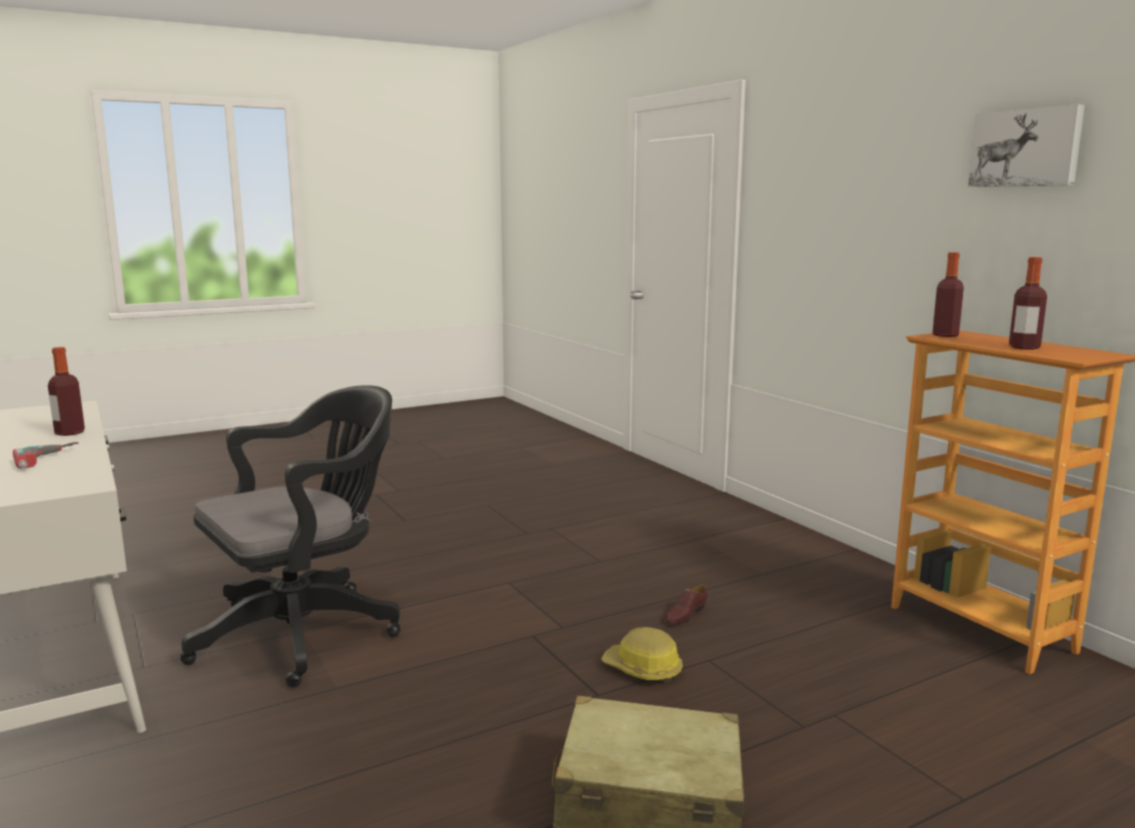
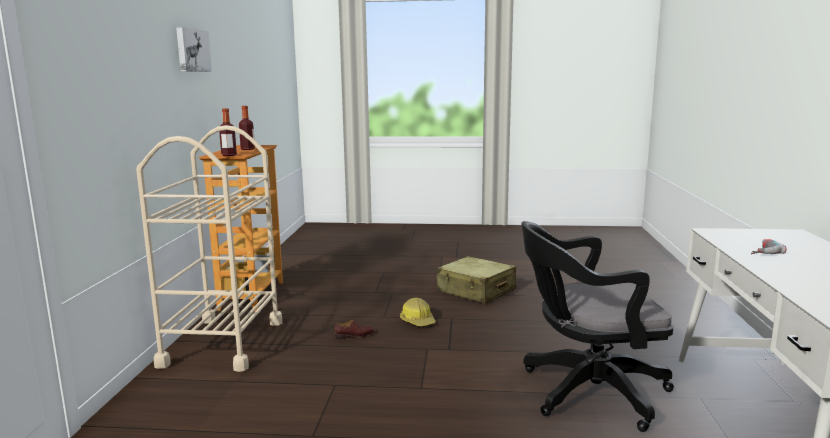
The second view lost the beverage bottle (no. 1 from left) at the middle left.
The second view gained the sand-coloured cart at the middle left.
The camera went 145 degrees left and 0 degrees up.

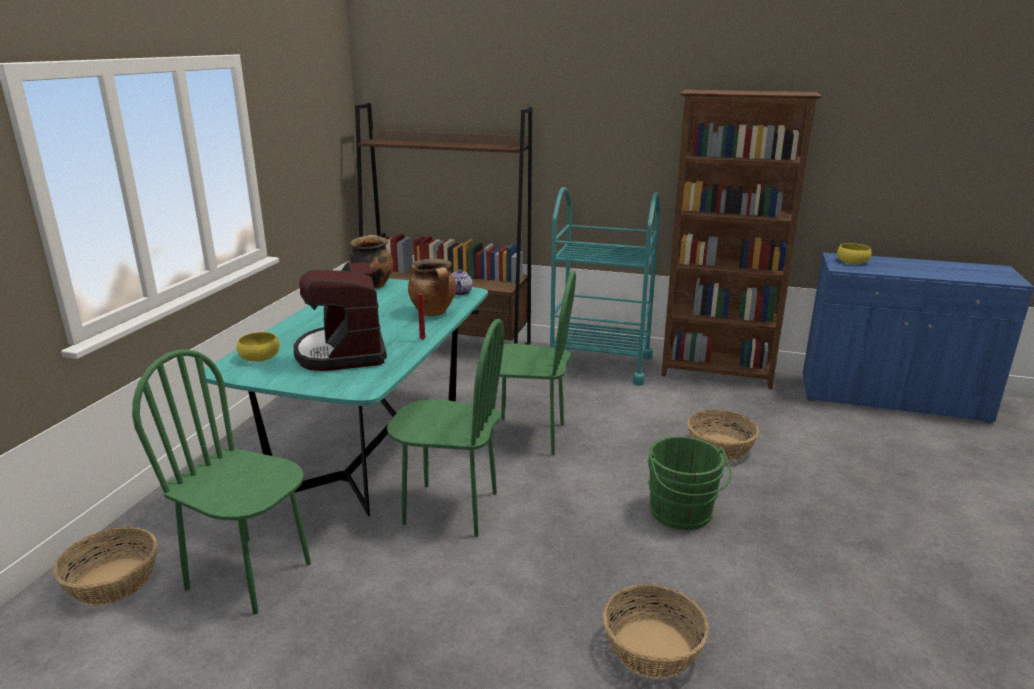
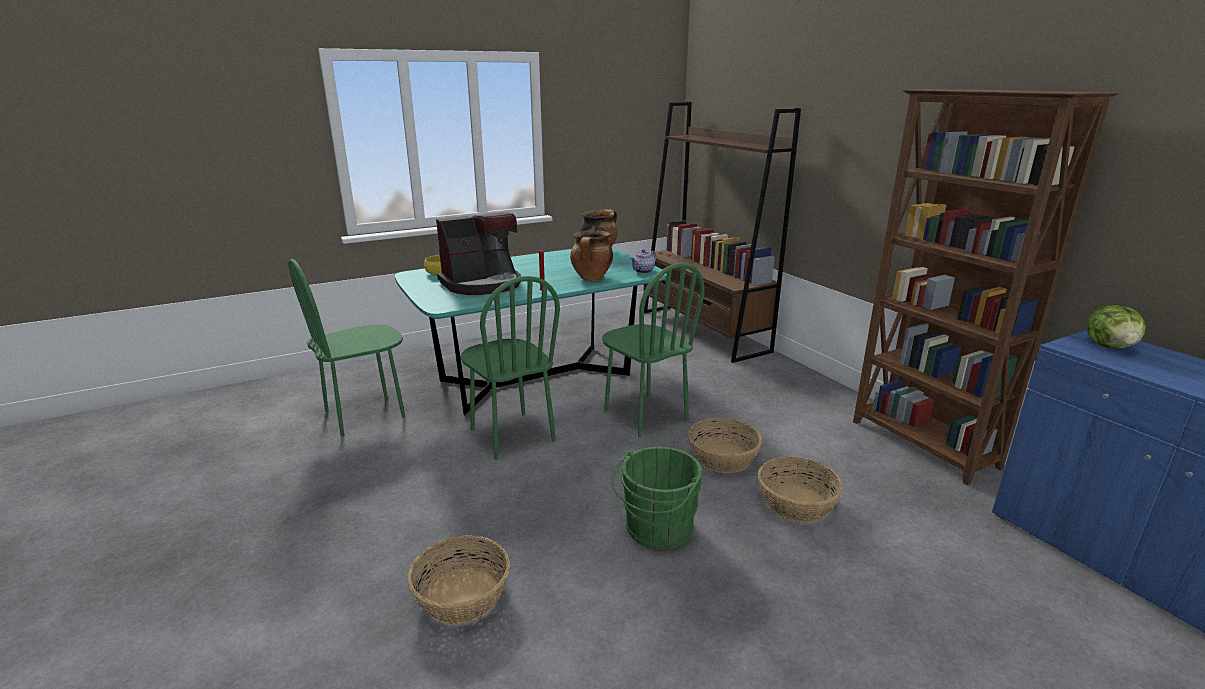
The basket (no. 1 from left in the first image) ended up elsewhere, having gone from the bottom left to the centre.
The green upright chair (no. 1 from left) at the bottom left ended up facing another way, 105 degrees counterclockwise from before.
The coffee maker at the middle left ended up facing another way, 150 degrees counterclockwise from before.
The second view lost the blue-green cart at the centre.
Where the yellow bowl (no. 2 from left) stood at the middle right, the lettuce came to stand at the middle right.
The camera went 45 degrees right and 0 degrees up.

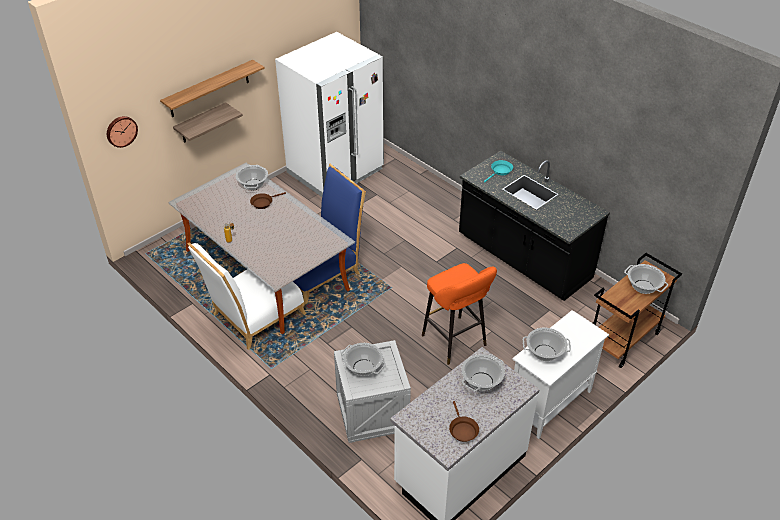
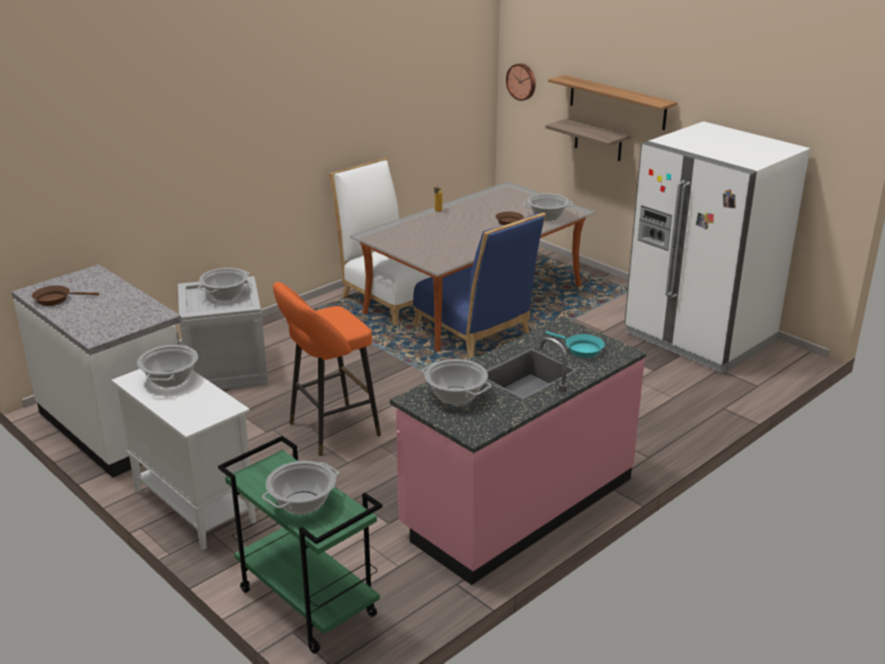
What was the black kitchen counter at the middle right turned into the pinkish kitchen counter at the bottom centre.
The saucepot (no. 3 from left in the first image) ended up elsewhere, having gone from the bottom centre to the centre.
What was the brown-coloured cart at the middle right turned into the green cart at the bottom centre.
The camera went 90 degrees right and 15 degrees down.

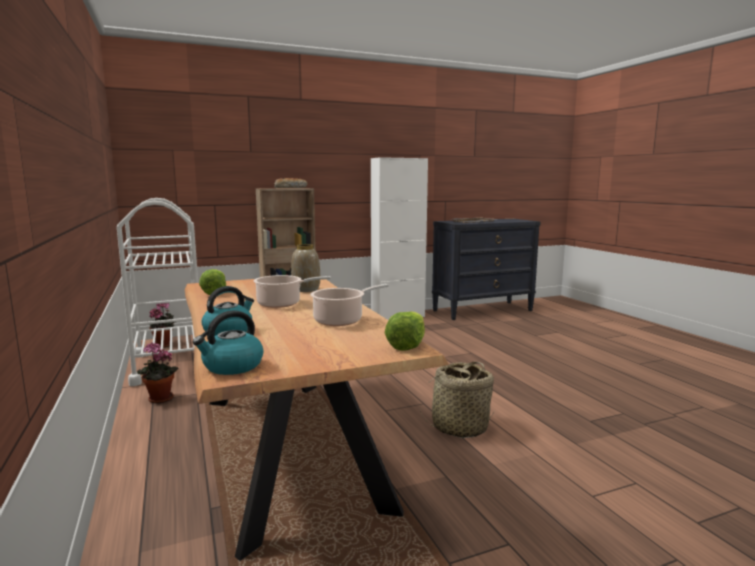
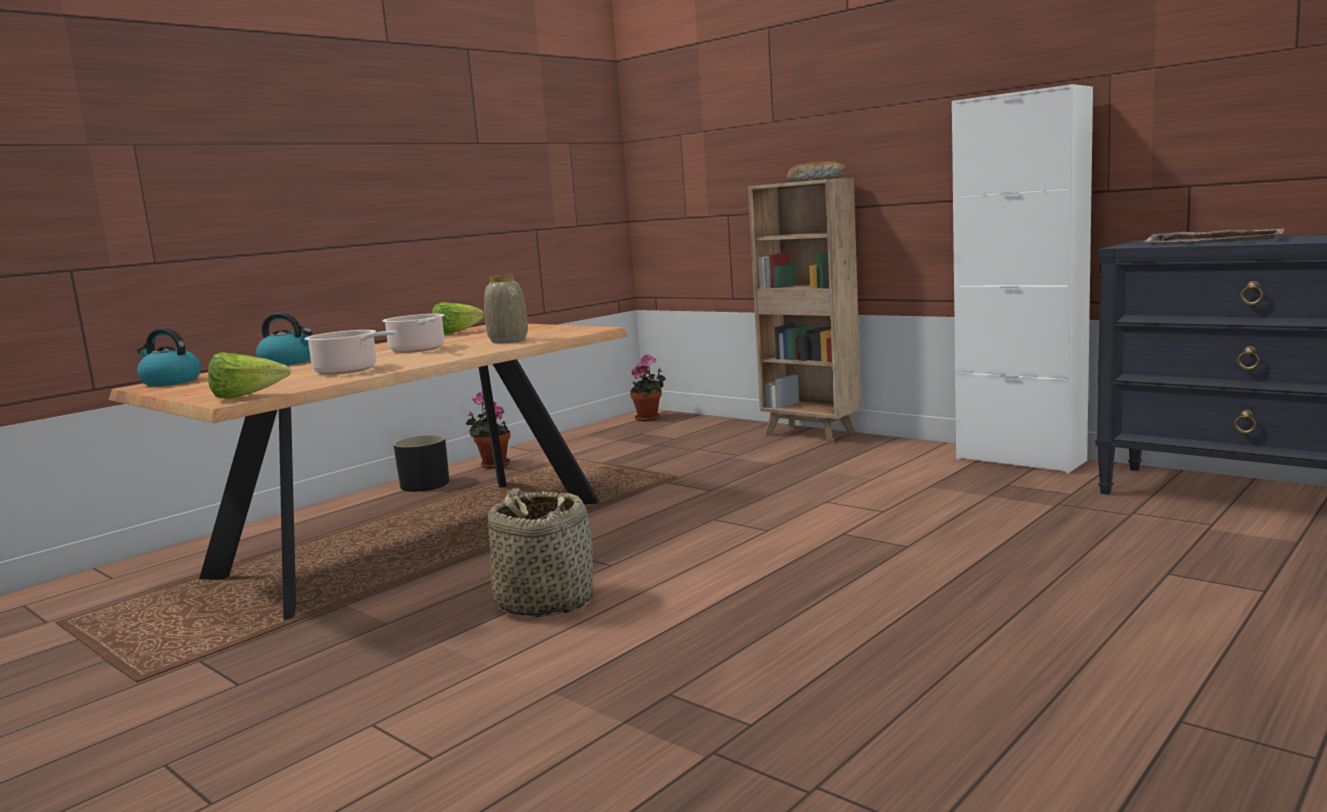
The second view lost the white cart at the middle left.
The second view gained the black planter at the middle left.
The camera went 65 degrees right and 0 degrees up.

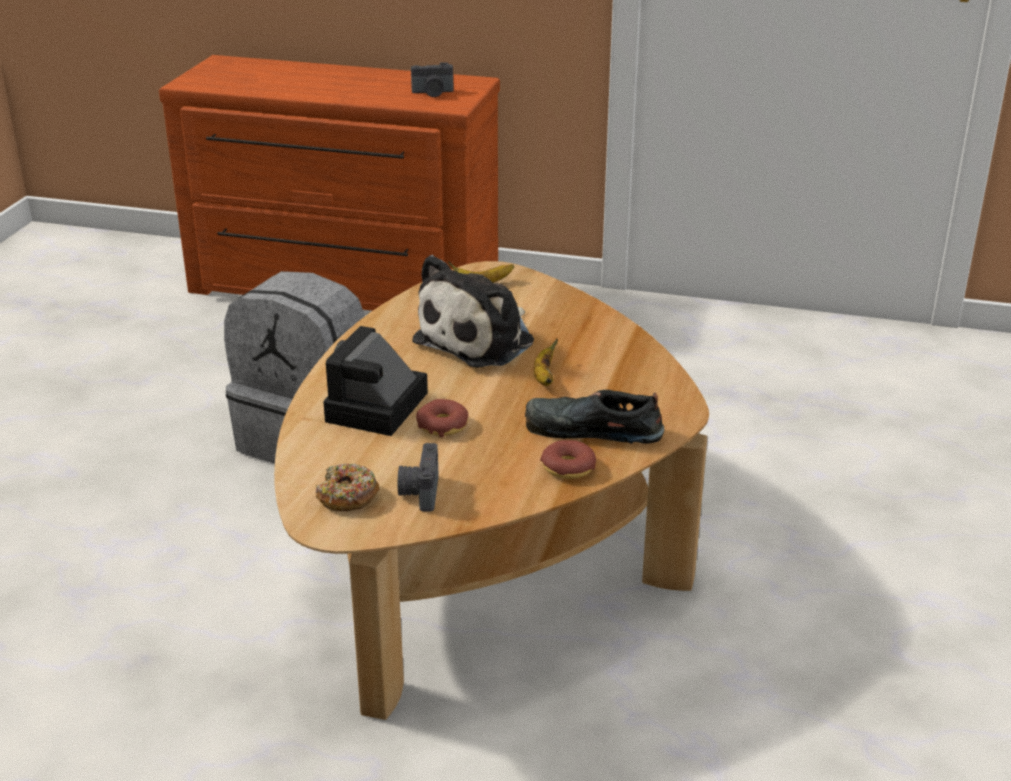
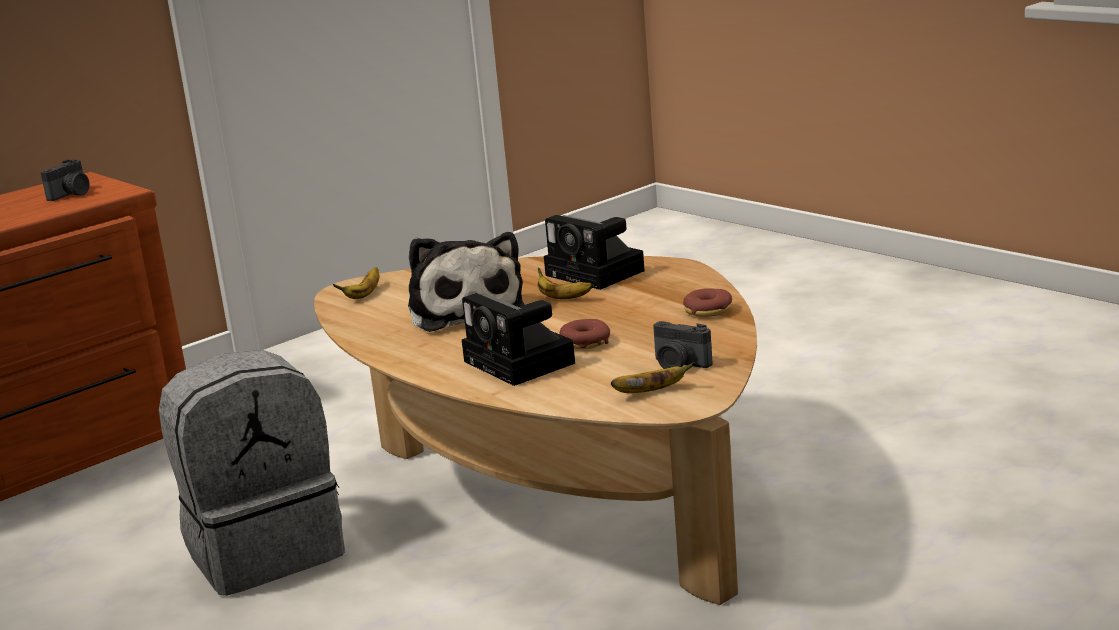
Where the donut (no. 1 from left) stood at the centre, the banana (no. 3 from left) came to stand at the centre.
The second view lost the black shoe at the centre.
The second view gained the photo camera (no. 3 from left) at the centre.
The camera went 55 degrees left and 10 degrees down.

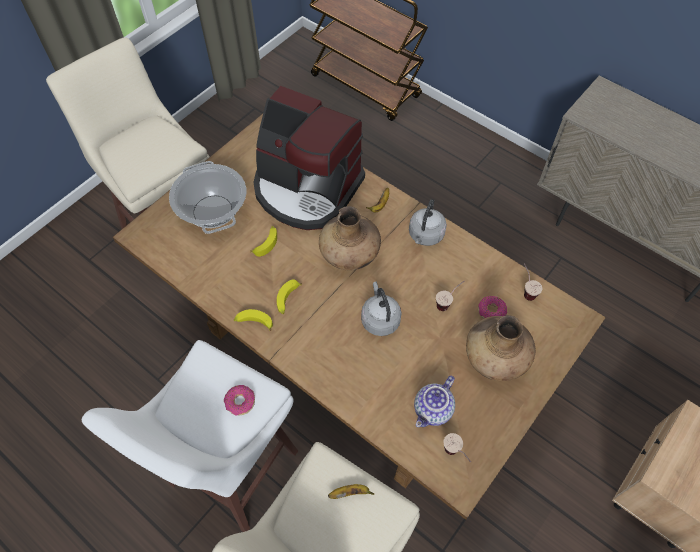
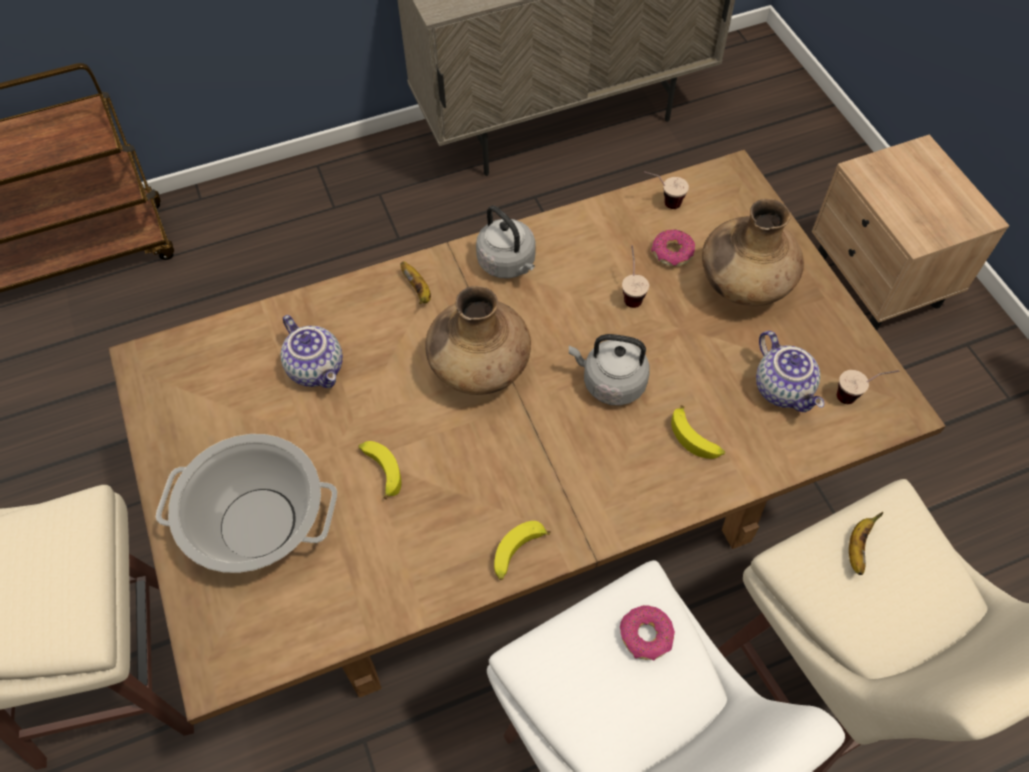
Where the coffee maker stood at the top centre, the tea pot (no. 1 from left) came to stand at the middle left.
The banana (no. 3 from left in the first image) ended up elsewhere, having gone from the centre to the middle right.
The camera went 60 degrees left and 0 degrees up.

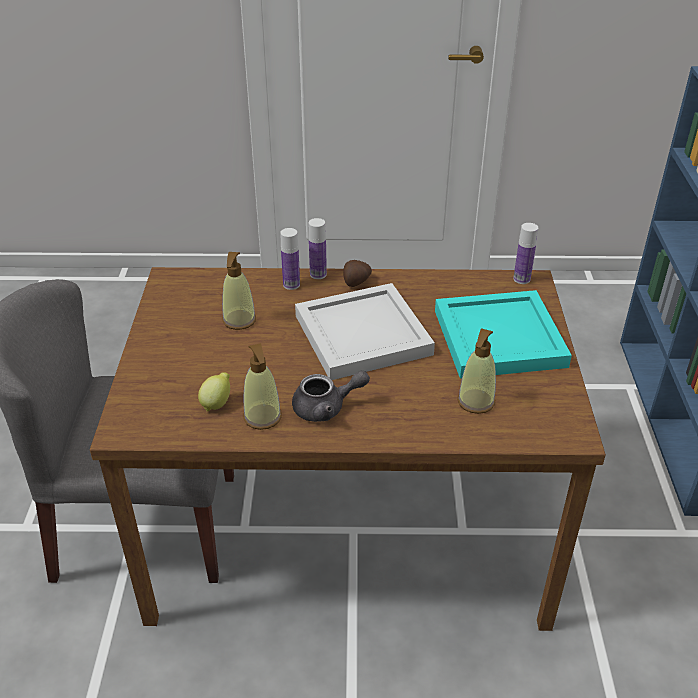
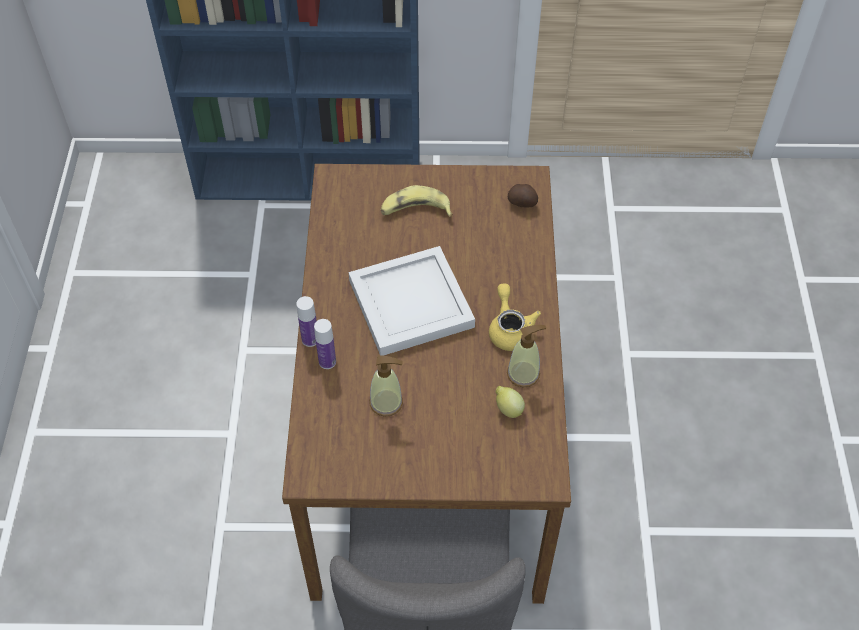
What was the greyish tea pot at the centre turned into the yellow tea pot at the centre.
The potato ended up elsewhere, having gone from the centre to the top centre.
Where the blue-green tray stood at the middle right, the banana came to stand at the top centre.
The second view lost the liquid soap bottle (no. 3 from left) at the middle right.
The second view lost the beverage bottle (no. 3 from left) at the middle right.
The camera went 90 degrees left and 15 degrees up.

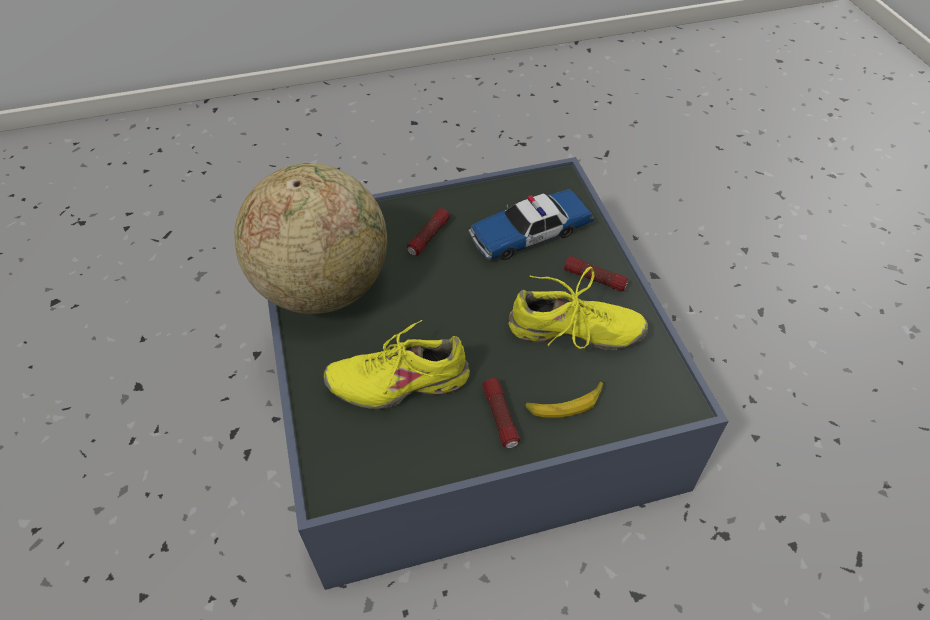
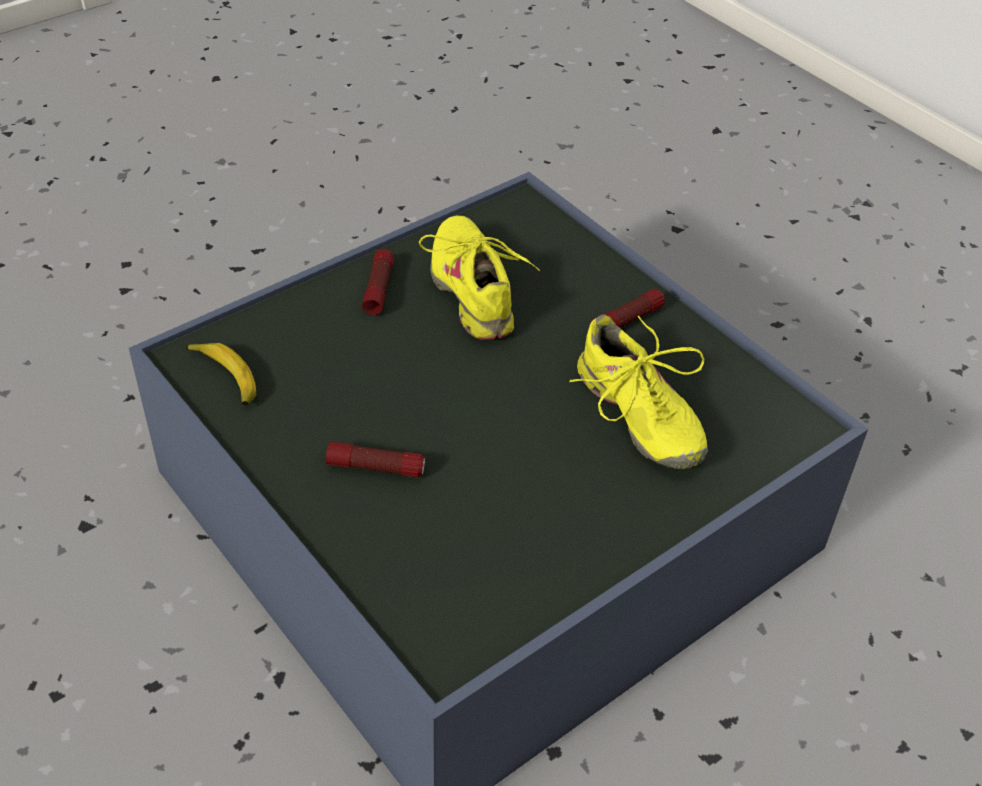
The second view lost the globe at the centre.
The second view lost the toy car at the centre.
The banana ended up elsewhere, having gone from the centre to the middle left.
The camera went 115 degrees left and 5 degrees down.

